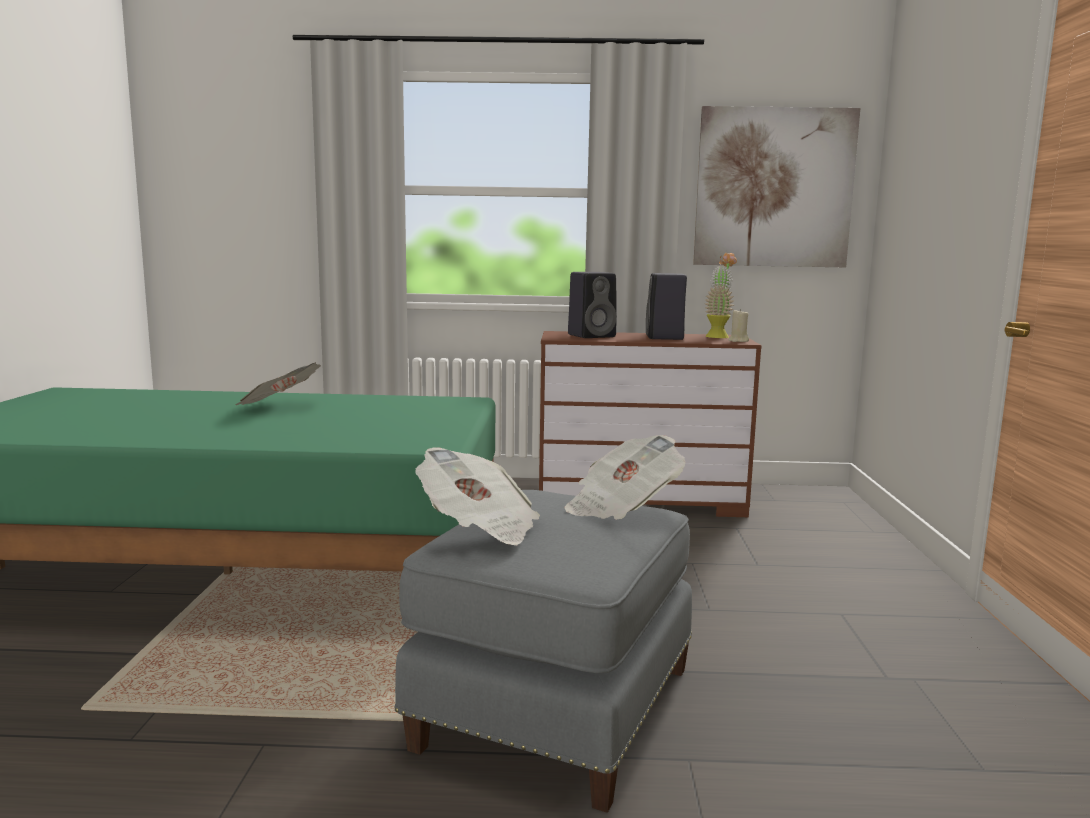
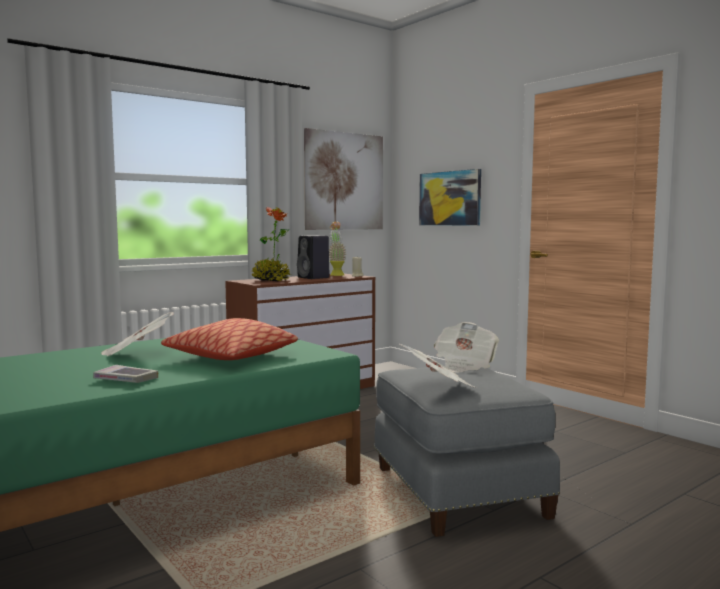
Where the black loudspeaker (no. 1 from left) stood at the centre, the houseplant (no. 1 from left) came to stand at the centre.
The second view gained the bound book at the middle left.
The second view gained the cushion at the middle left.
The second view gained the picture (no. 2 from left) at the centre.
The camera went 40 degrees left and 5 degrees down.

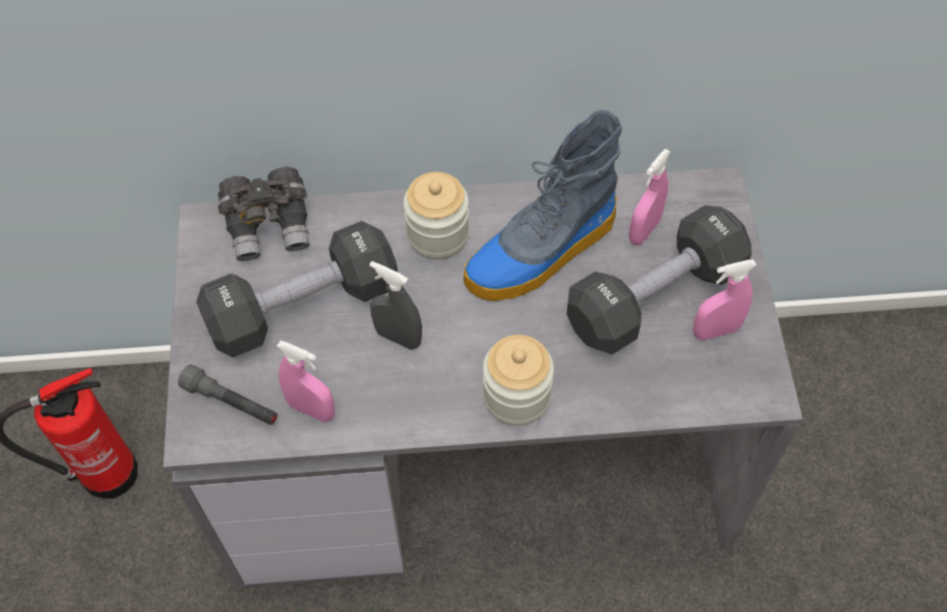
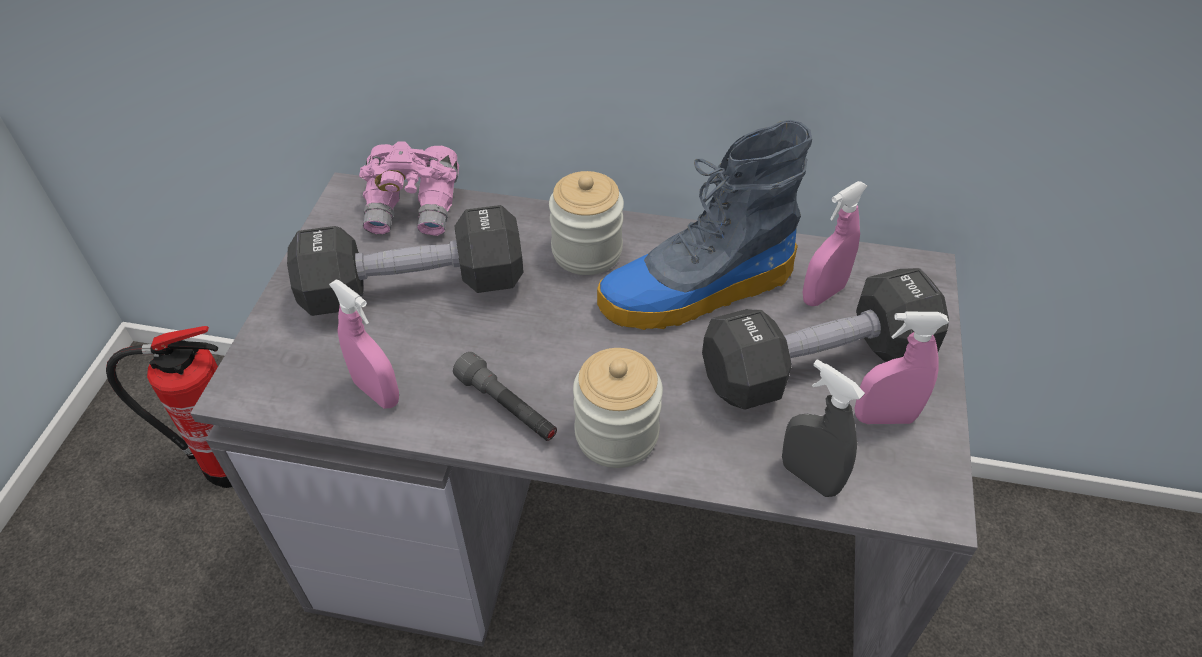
The greyish flashlight ended up elsewhere, having gone from the middle left to the centre.
What was the greyish pair of binoculars at the middle left turned into the pinkish pair of binoculars at the top centre.
The greyish sprayer ended up elsewhere, having gone from the centre to the middle right.
The camera went 15 degrees right and 10 degrees down.

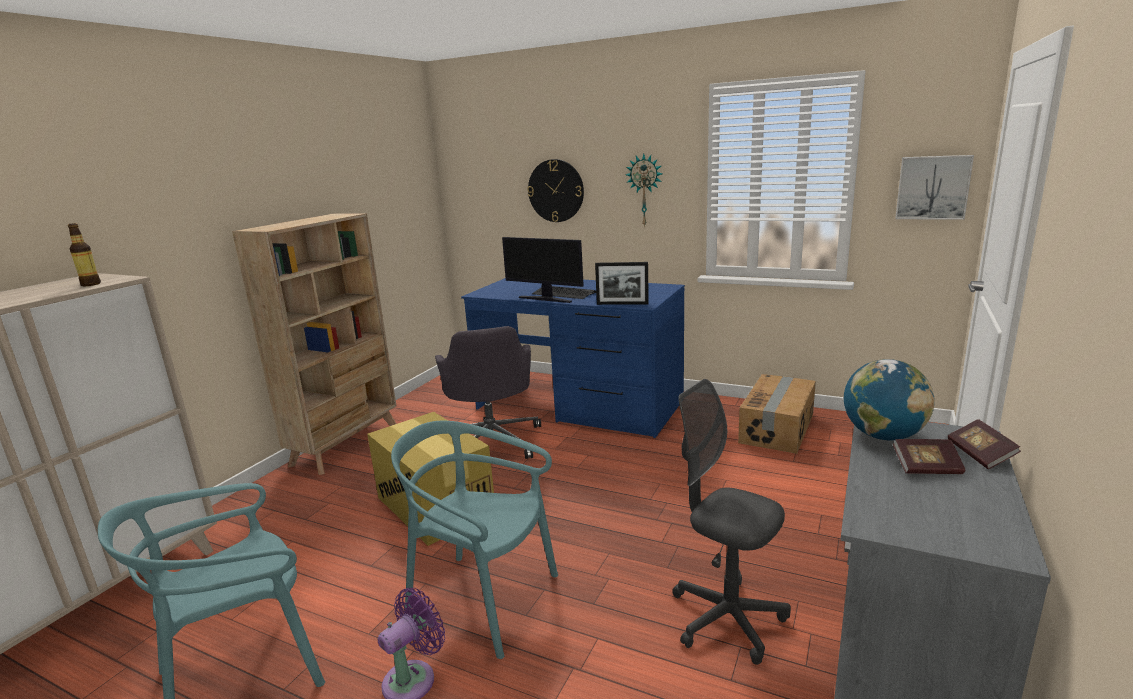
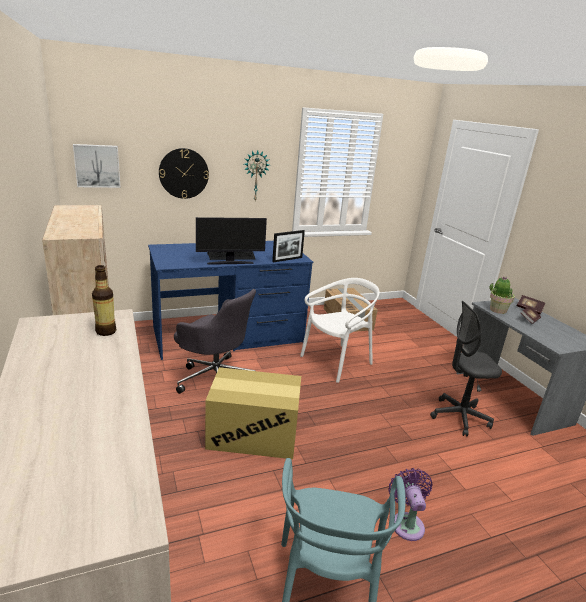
The second view lost the blue-green upright chair (no. 2 from left) at the bottom centre.
Where the globe stood at the middle right, the houseplant came to stand at the middle right.
The picture ended up elsewhere, having gone from the top right to the top left.
The second view gained the white upright chair at the centre.
The camera went 50 degrees left and 5 degrees up.

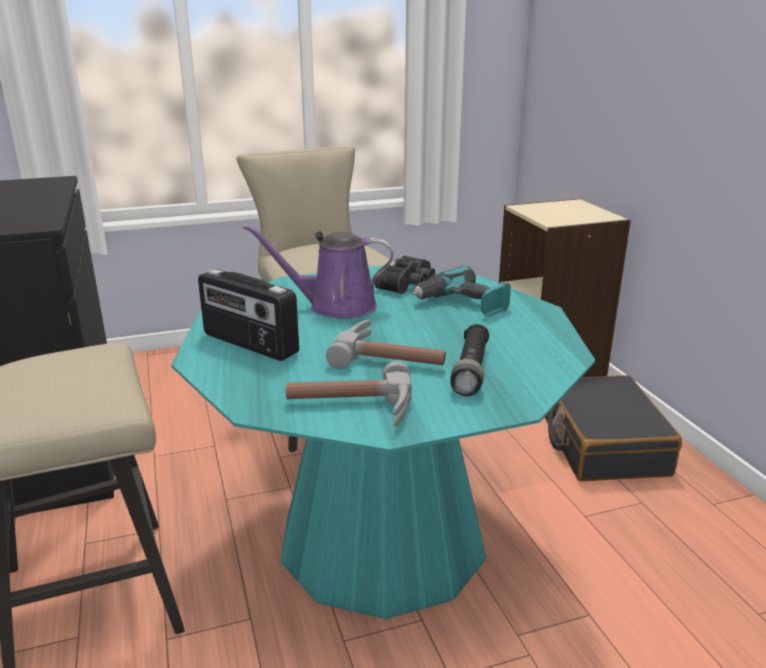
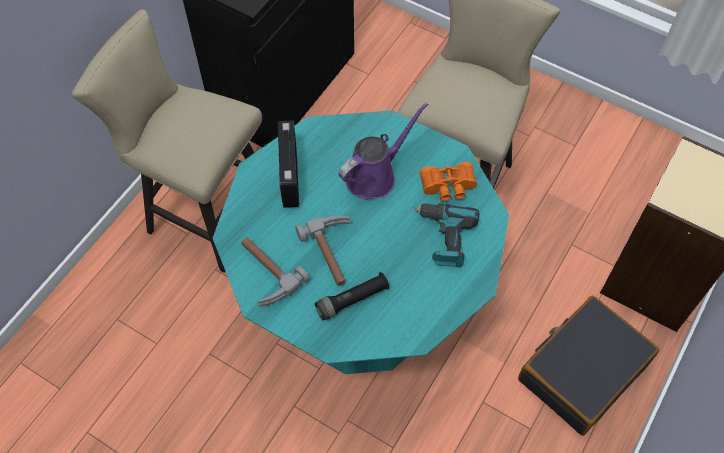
The purple-coloured sprinkling can at the centre ended up facing another way, 90 degrees clockwise from before.
What was the black pair of binoculars at the centre turned into the orange pair of binoculars at the centre.
The camera went 50 degrees right and 35 degrees up.

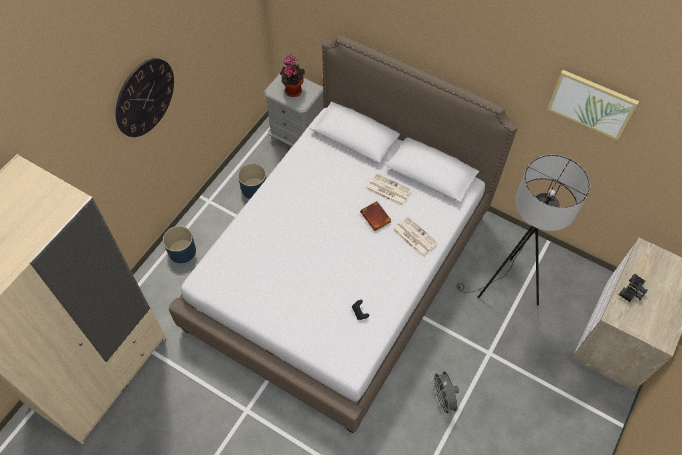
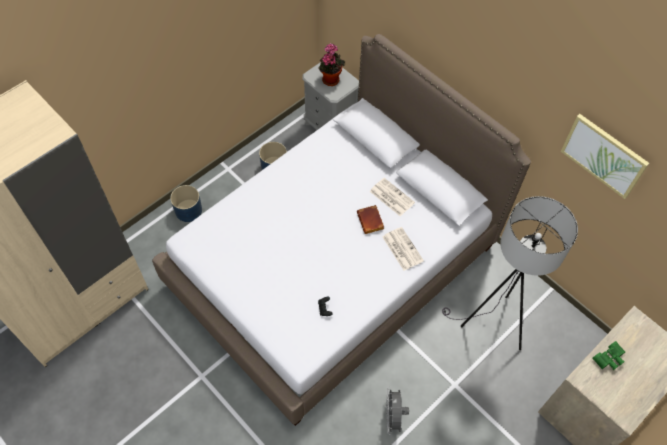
The second view lost the hanging clock at the top left.
What was the black pair of binoculars at the middle right turned into the green pair of binoculars at the bottom right.
The camera went 15 degrees right and 0 degrees up.

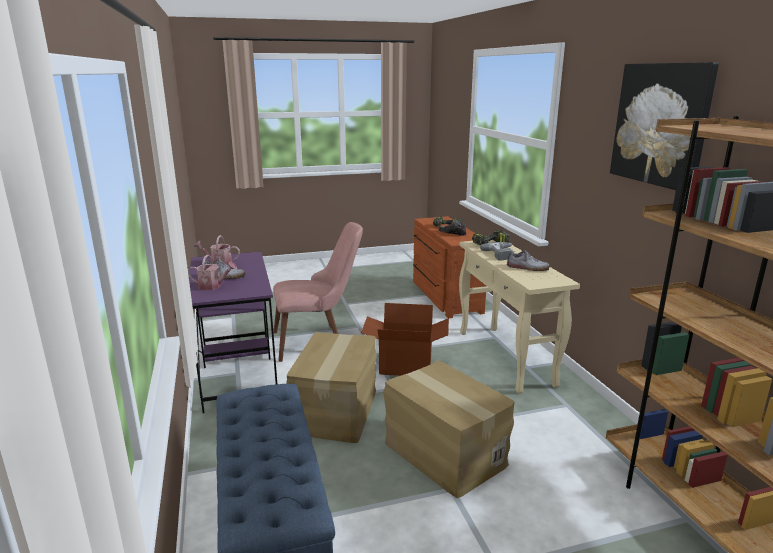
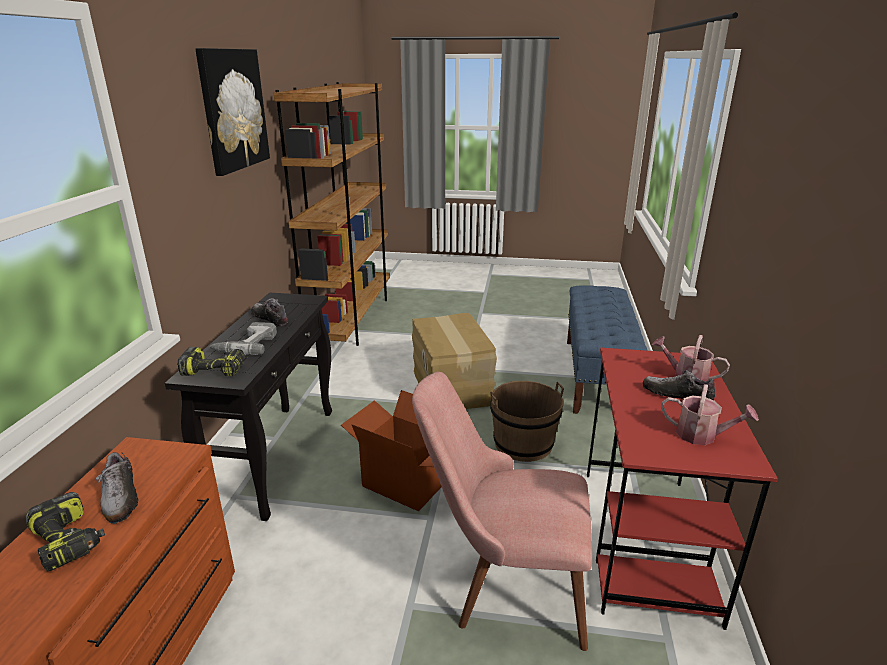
What was the purple-coloured desk unit at the middle left turned into the red-coloured desk unit at the bottom right.
Where the cardboard box (no. 1 from left) stood at the bottom centre, the brown-coloured pail came to stand at the centre.
What was the sand-coloured narrow table at the middle right turned into the black narrow table at the middle left.
The camera went 155 degrees left and 5 degrees up.

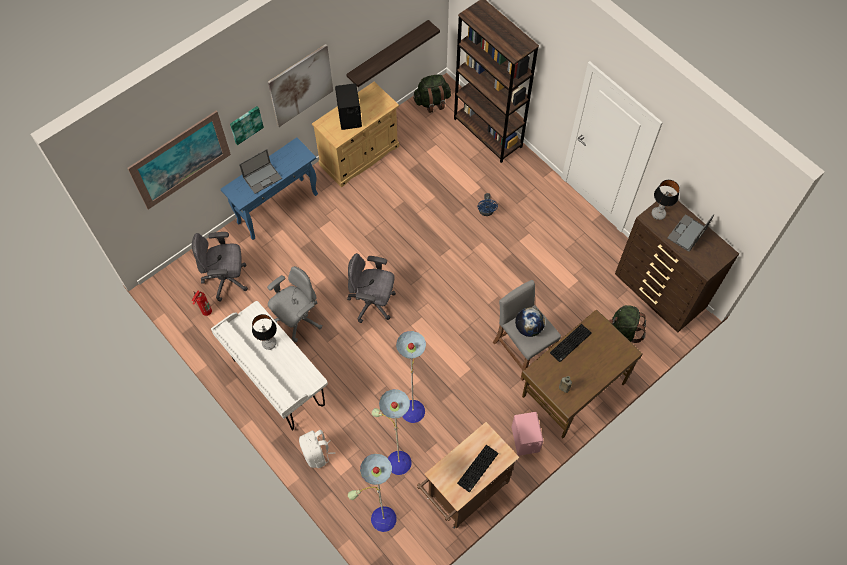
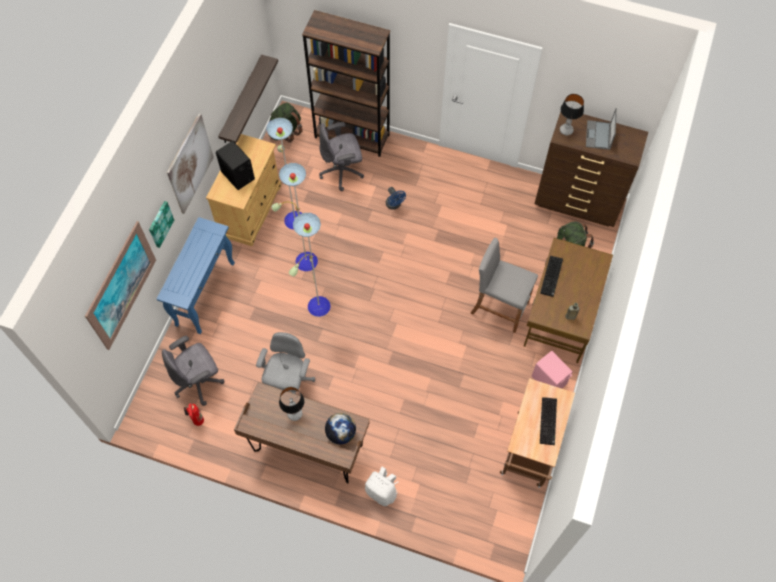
What was the white desk unit at the middle left turned into the brown-coloured desk unit (no. 1 from left) at the bottom centre.
The second view lost the laptop (no. 1 from left) at the top left.
The greyish computer chair (no. 3 from left) ended up elsewhere, having gone from the centre to the top centre.
The standard lamp ended up elsewhere, having gone from the bottom centre to the centre.
The globe ended up elsewhere, having gone from the centre to the bottom centre.
The camera went 30 degrees left and 0 degrees up.

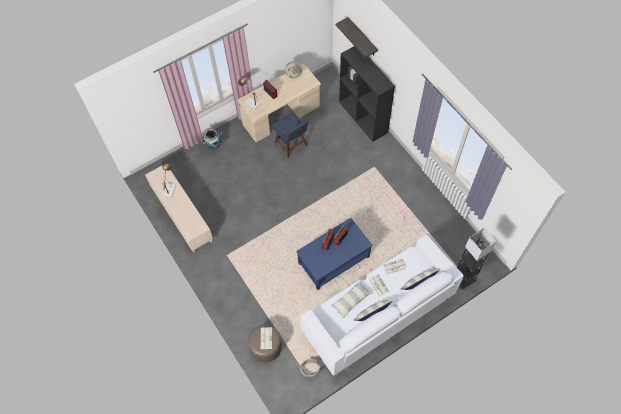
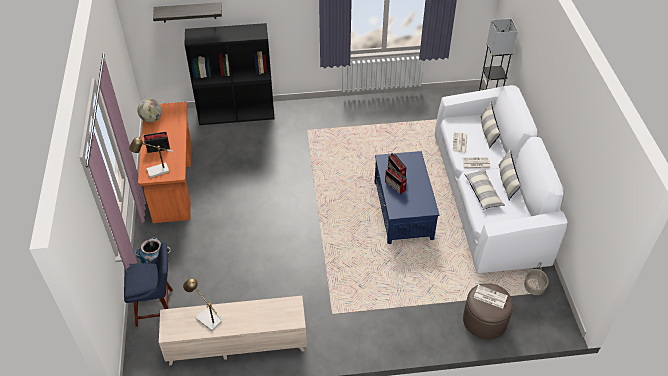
What was the sand-coloured desk unit at the top centre turned into the orange desk unit at the middle left.
The blue upright chair ended up elsewhere, having gone from the top centre to the bottom left.
The camera went 65 degrees left and 15 degrees down.

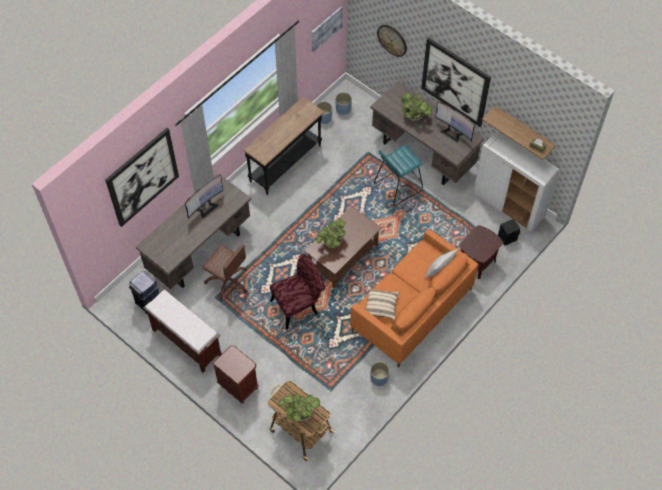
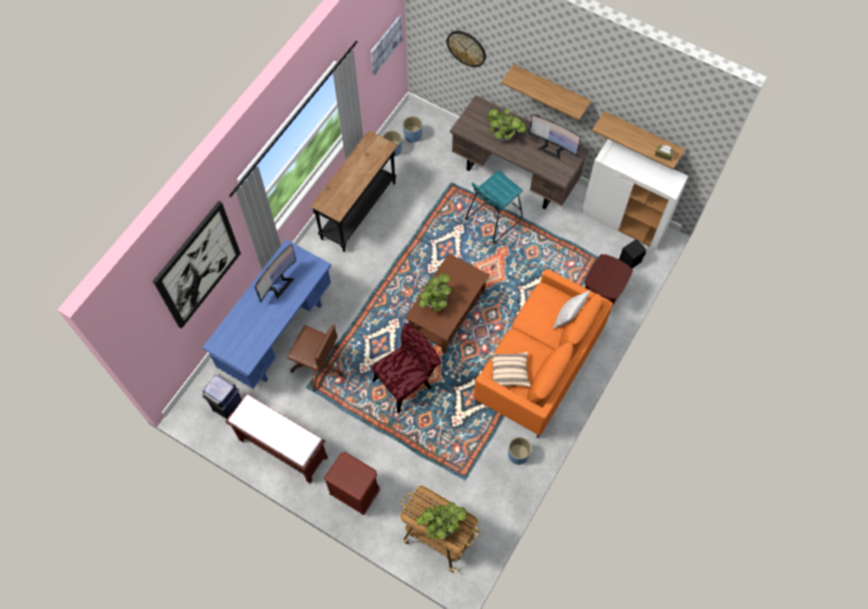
What was the brown-coloured desk unit (no. 1 from left) at the middle left turned into the blue desk unit at the middle left.
Where the picture (no. 3 from left) hung at the top right, the shelf (no. 1 from left) came to hang at the top centre.
The camera went 10 degrees left and 5 degrees up.

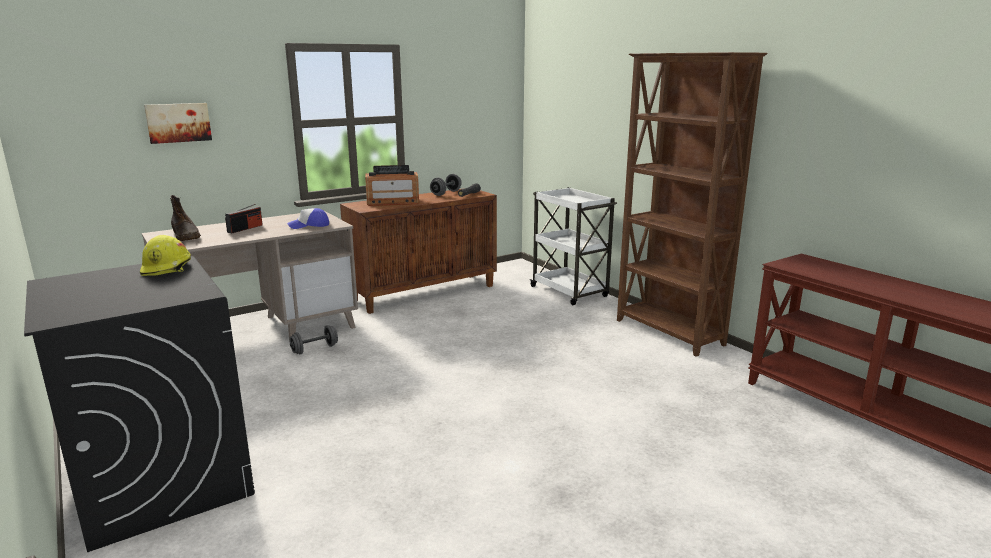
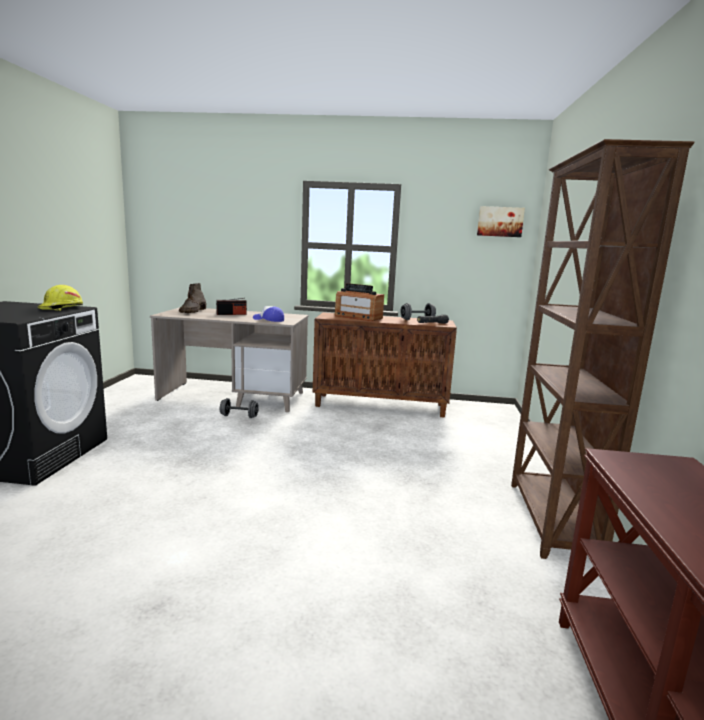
The picture ended up elsewhere, having gone from the top left to the top right.
The second view lost the white cart at the centre.
The camera went 40 degrees right and 5 degrees down.

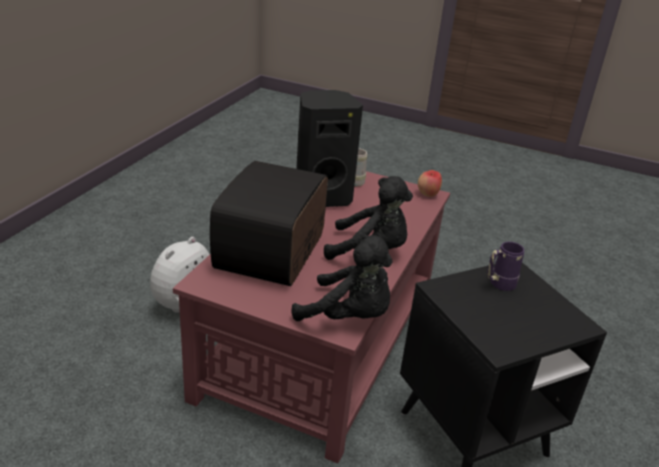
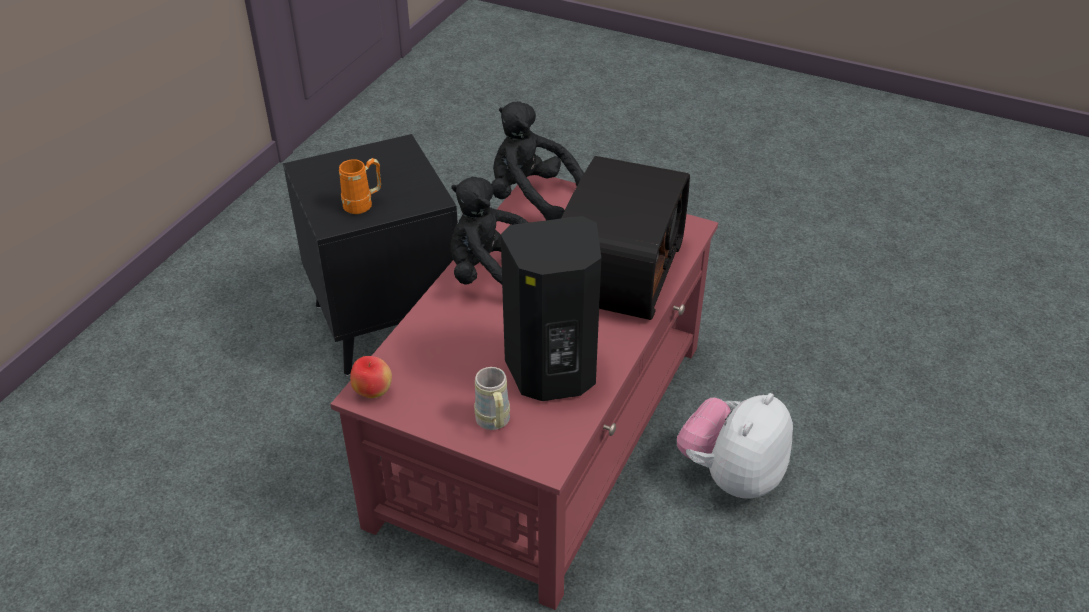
What was the purple-coloured coffee mug at the middle right turned into the orange coffee mug at the top left.
The camera went 175 degrees left and 10 degrees up.

